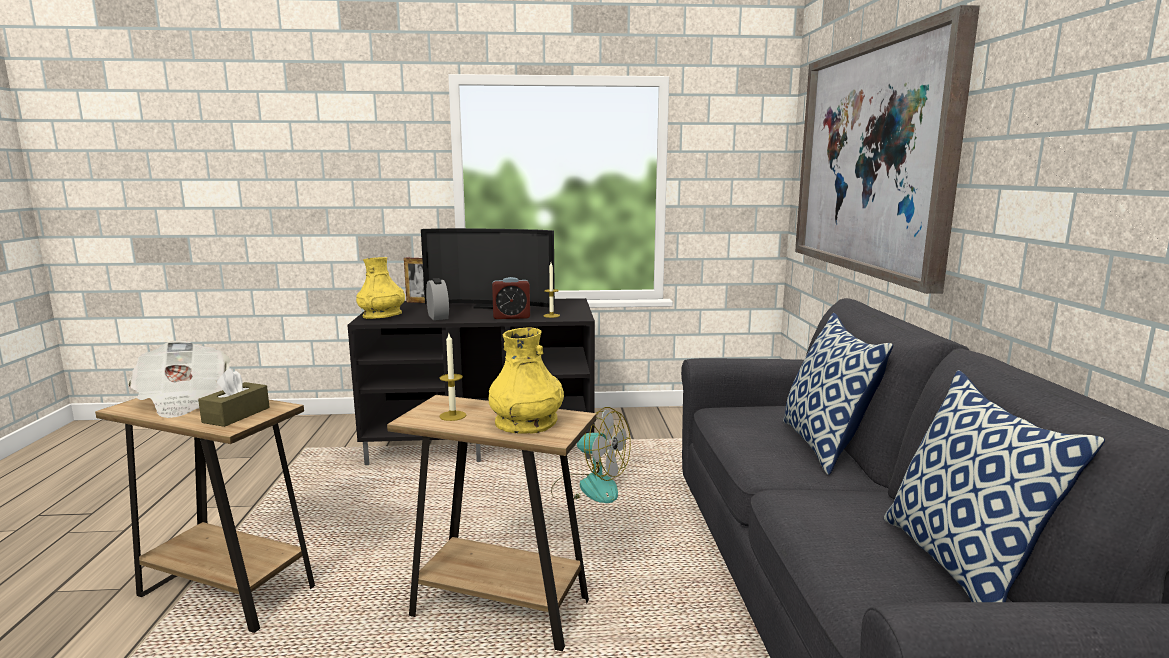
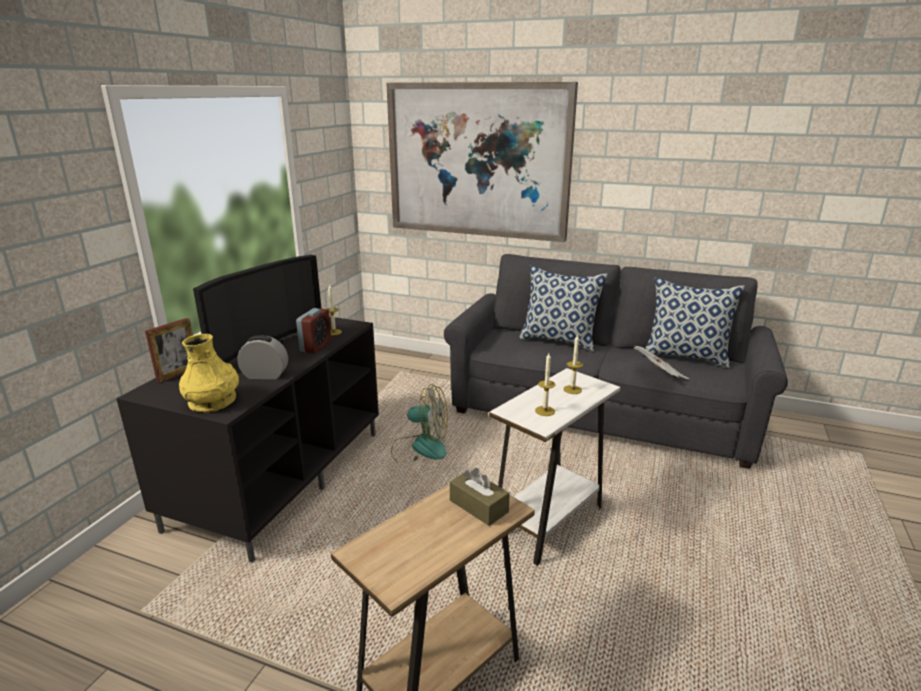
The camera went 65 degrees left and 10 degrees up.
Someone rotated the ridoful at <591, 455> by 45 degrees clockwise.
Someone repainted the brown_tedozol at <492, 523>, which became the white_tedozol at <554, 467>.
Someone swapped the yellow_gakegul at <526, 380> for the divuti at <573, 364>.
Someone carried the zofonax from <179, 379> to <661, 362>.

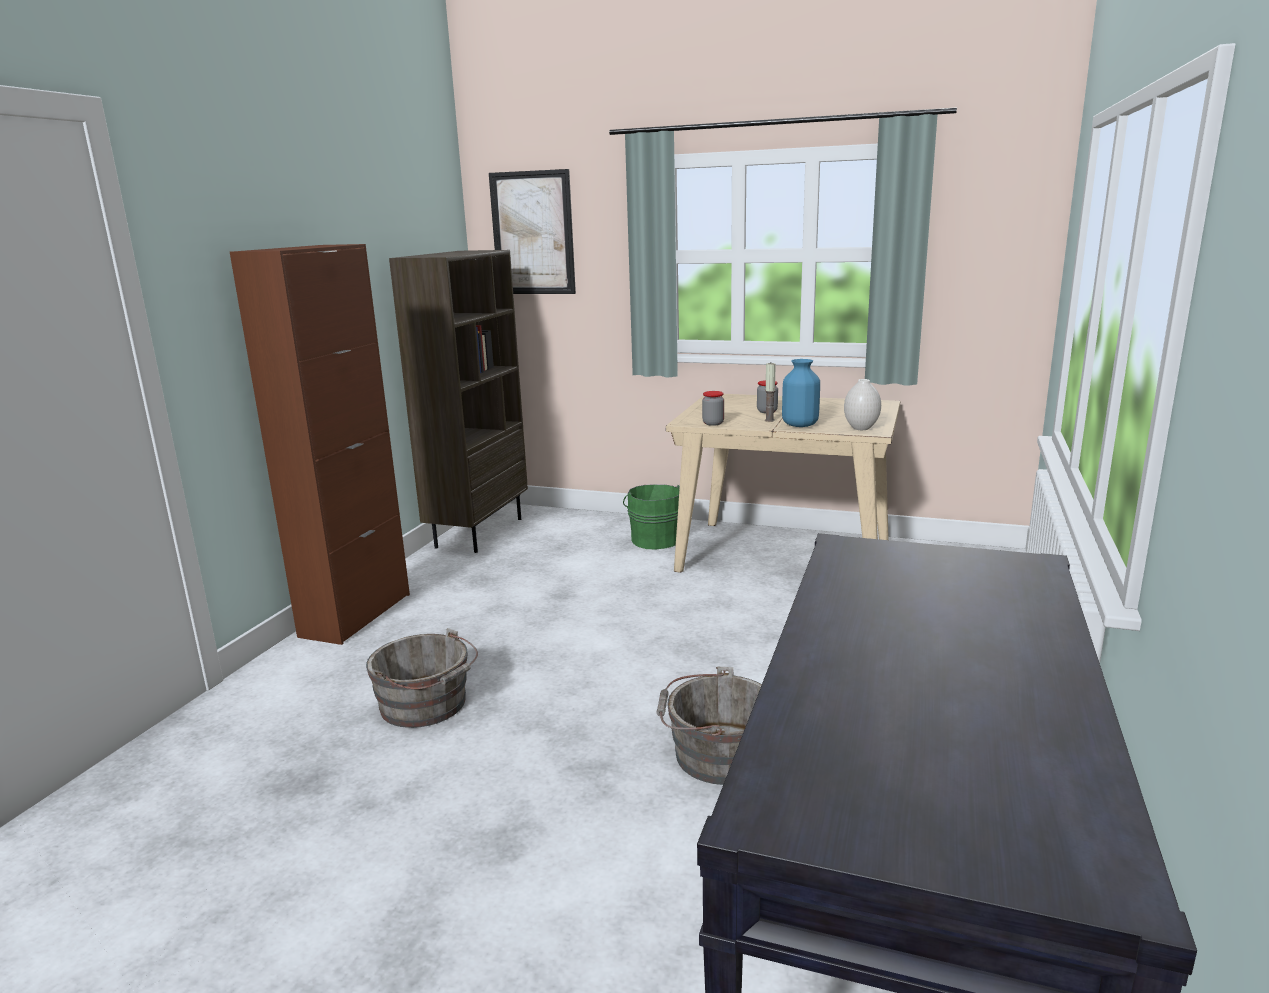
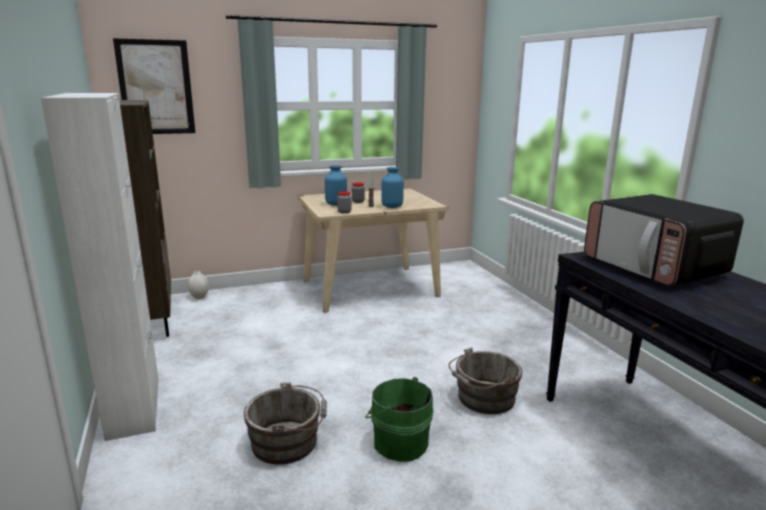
The camera went 40 degrees left and 0 degrees up.
Someone repainted the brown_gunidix at <320, 444>, which became the white_gunidix at <100, 267>.
Someone carried the white_gakegul from <862, 404> to <198, 285>.
Someone put down the blue_gakegul at <336, 185>.
Someone carried the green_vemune from <651, 516> to <399, 419>.
Someone put down the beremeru at <664, 240>.

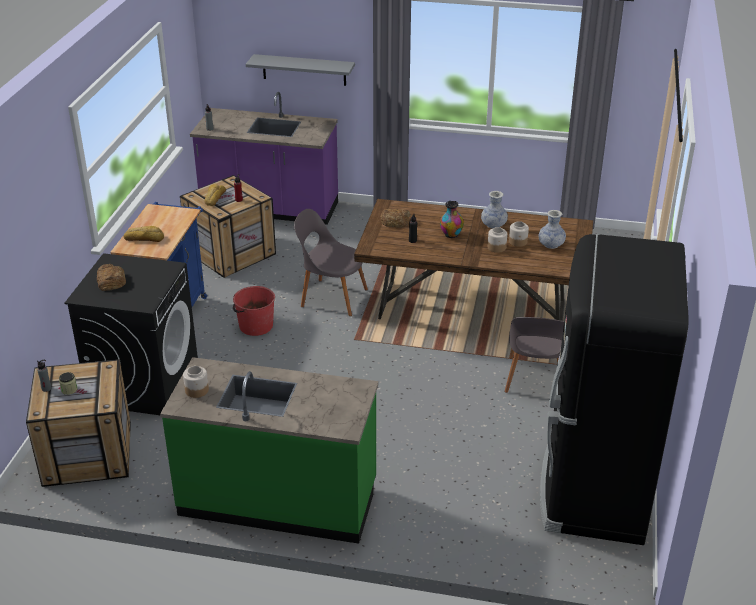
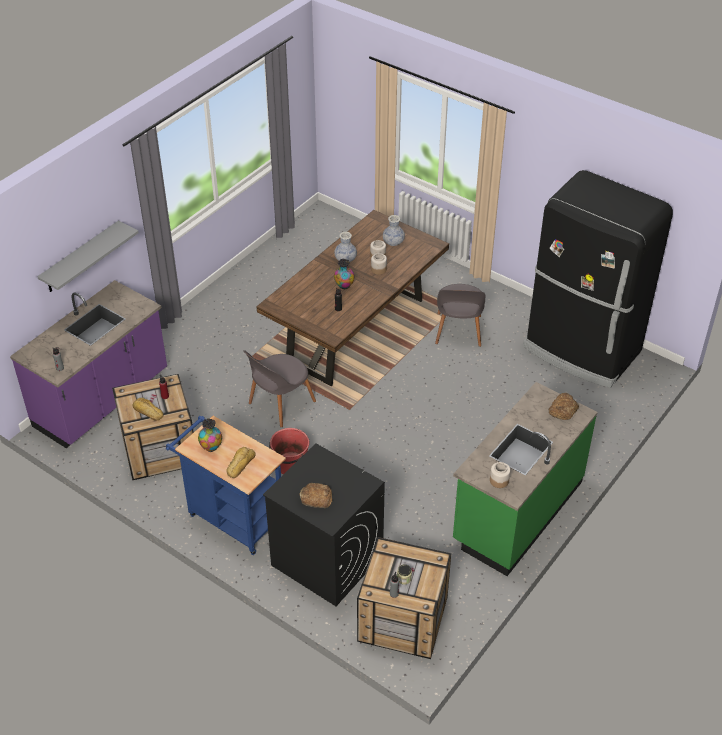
The camera went 65 degrees left and 10 degrees up.
Someone put down the gakegul at <210, 435>.
Someone rotated the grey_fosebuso at <534, 355> by 60 degrees clockwise.
Someone carried the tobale from <395, 218> to <564, 406>.

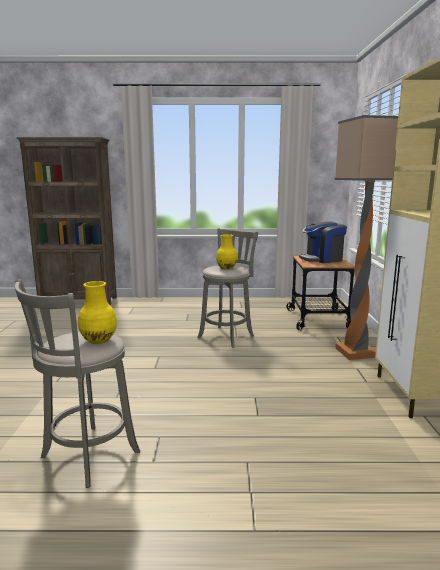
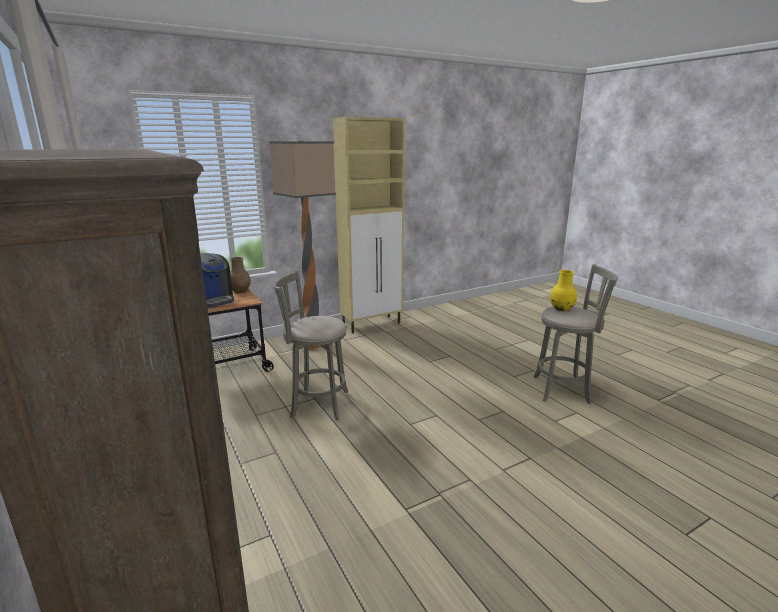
The camera went 120 degrees left and 5 degrees up.
Someone put down the brown_gakegul at <240, 275>.
Someone took away the yellow_gakegul at <227, 251>.

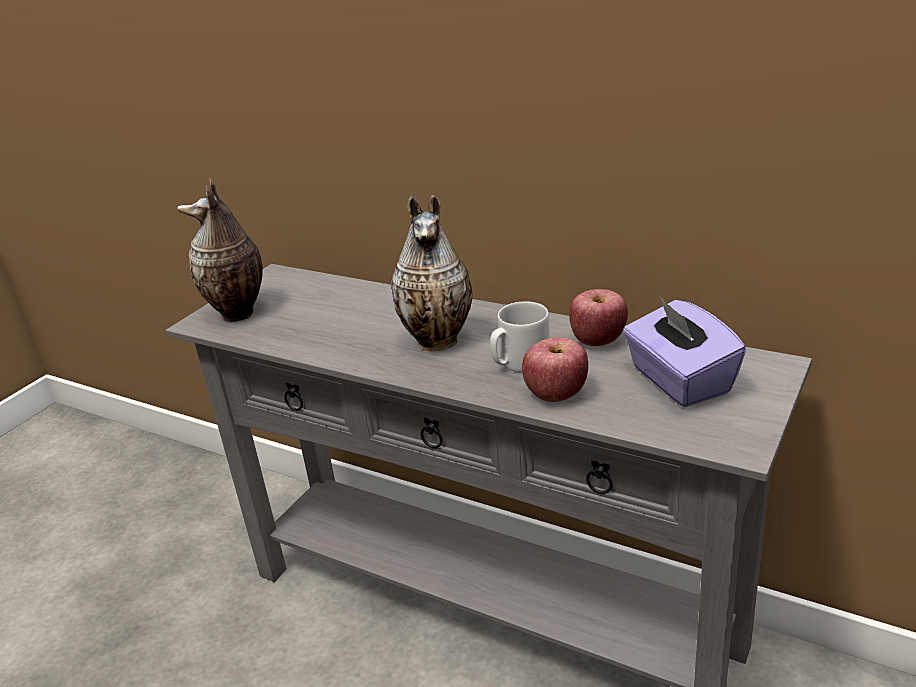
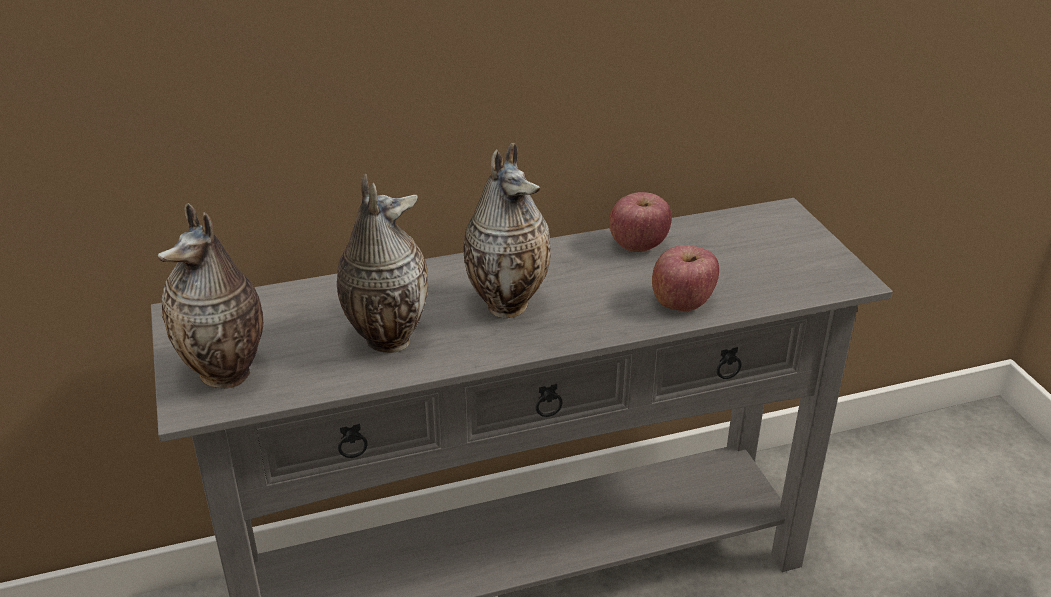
The camera went 50 degrees left and 5 degrees up.
Someone put down the gakegul at <382, 263>.
Someone took away the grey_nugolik at <520, 336>.
Someone took away the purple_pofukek at <684, 352>.

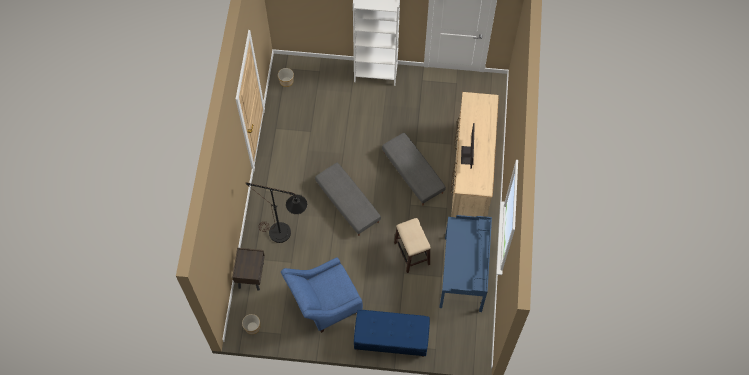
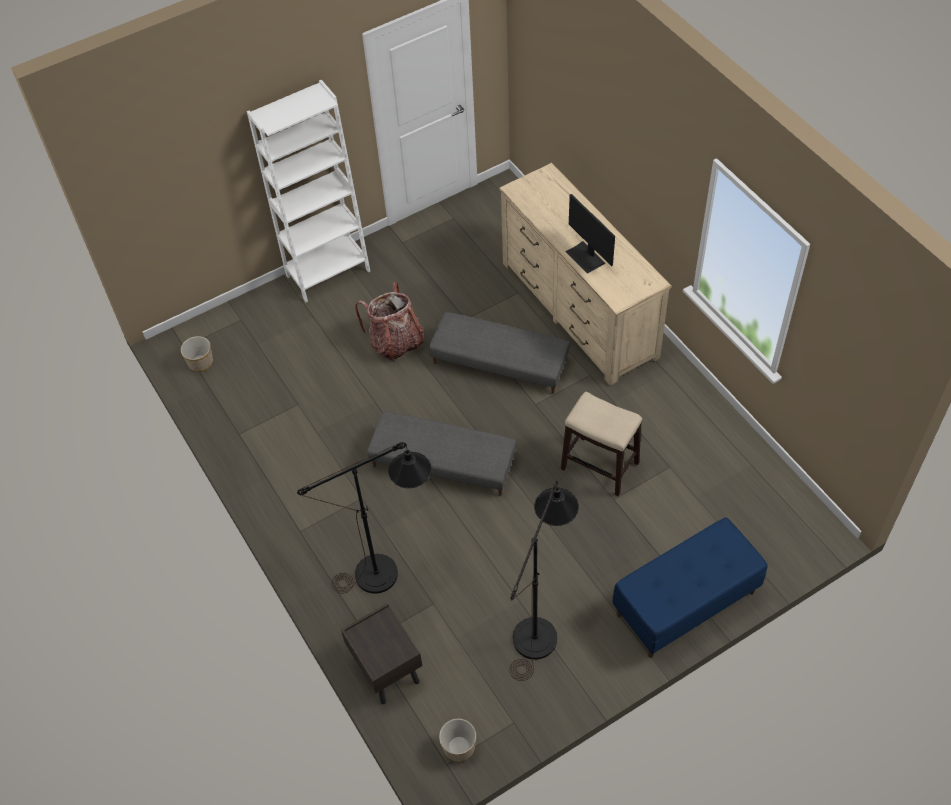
The camera went 35 degrees left and 10 degrees down.
Someone put down the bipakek at <389, 321>.
Someone swapped the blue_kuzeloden at <322, 295> for the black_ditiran at <544, 581>.
Someone took away the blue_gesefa at <465, 263>.

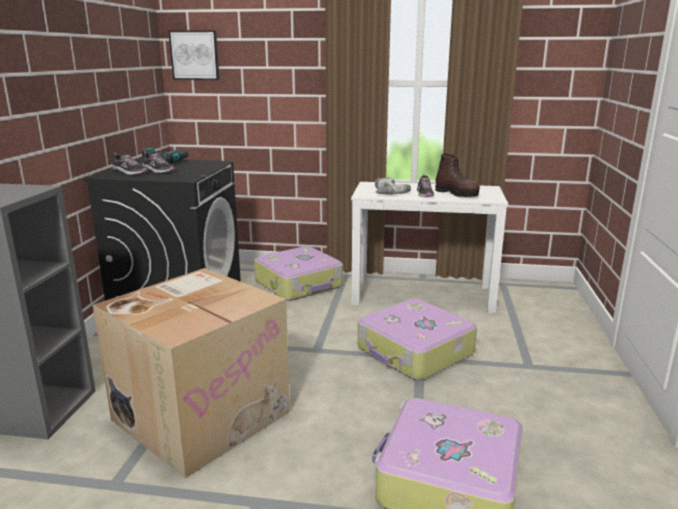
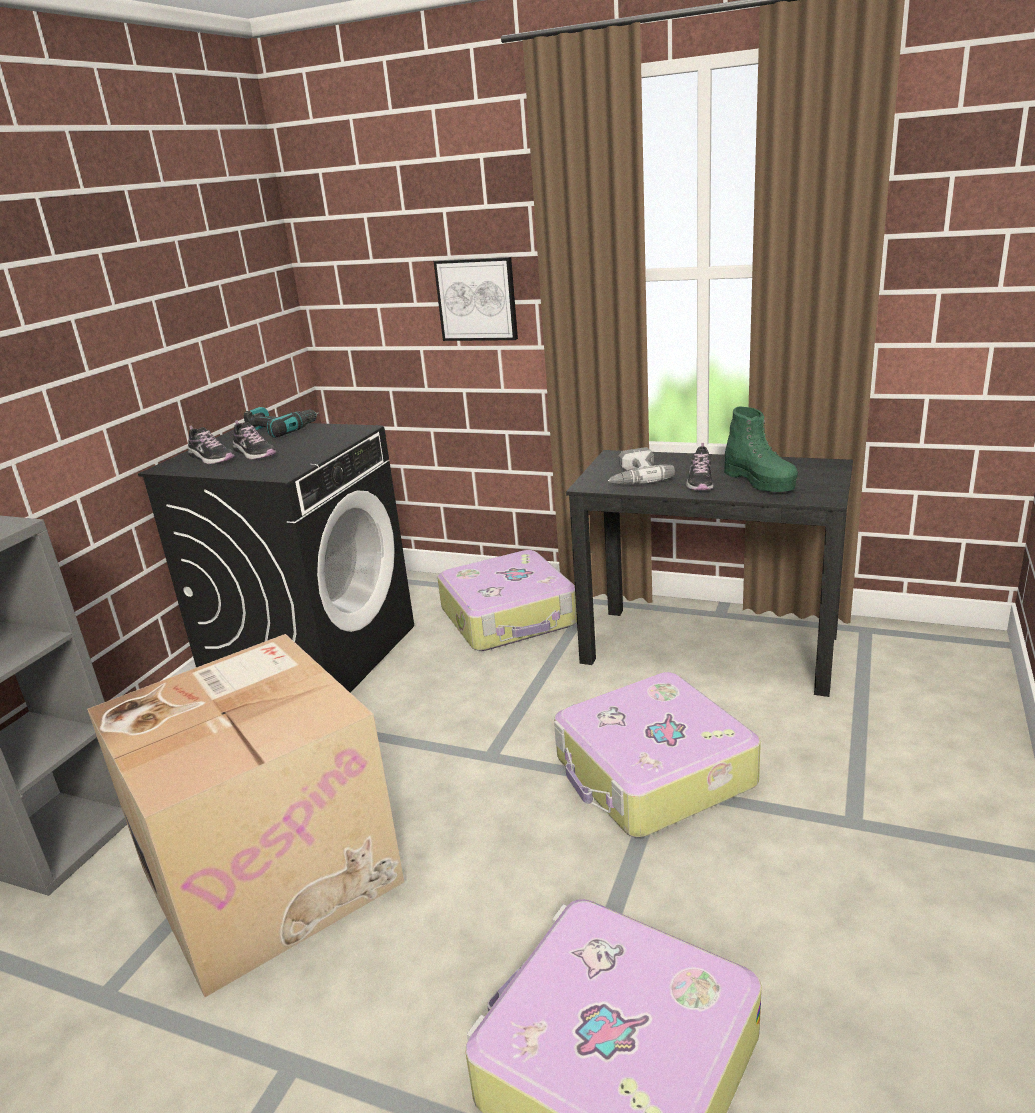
The camera went 15 degrees right and 5 degrees up.
Someone carried the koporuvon from <194, 55> to <476, 299>.
Someone repainted the white_gesefa at <429, 248>, which became the black_gesefa at <709, 573>.
Someone repainted the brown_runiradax at <457, 175>, which became the green_runiradax at <761, 449>.

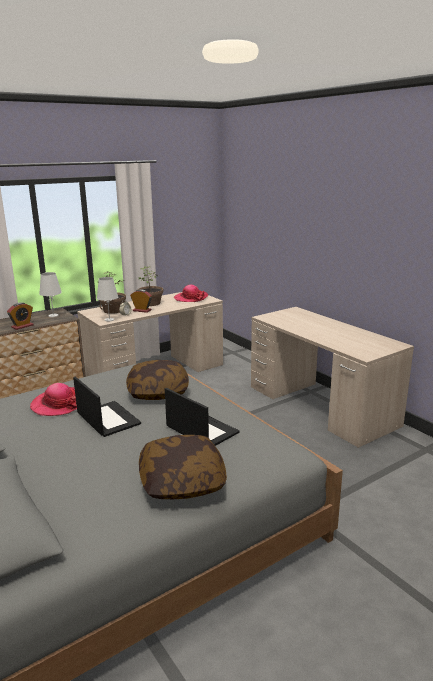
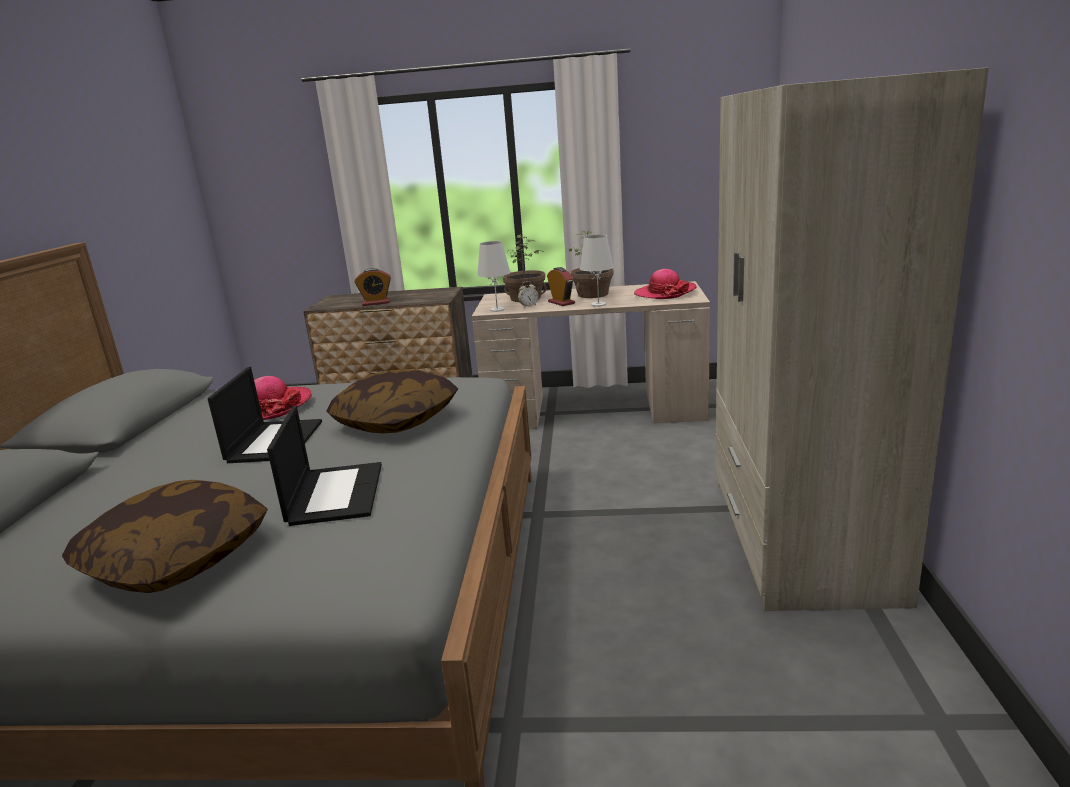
The camera went 40 degrees right and 0 degrees up.
Someone carried the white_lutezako from <50, 294> to <597, 270>.
Someone swapped the beige_gesefa at <332, 377> for the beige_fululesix at <852, 339>.

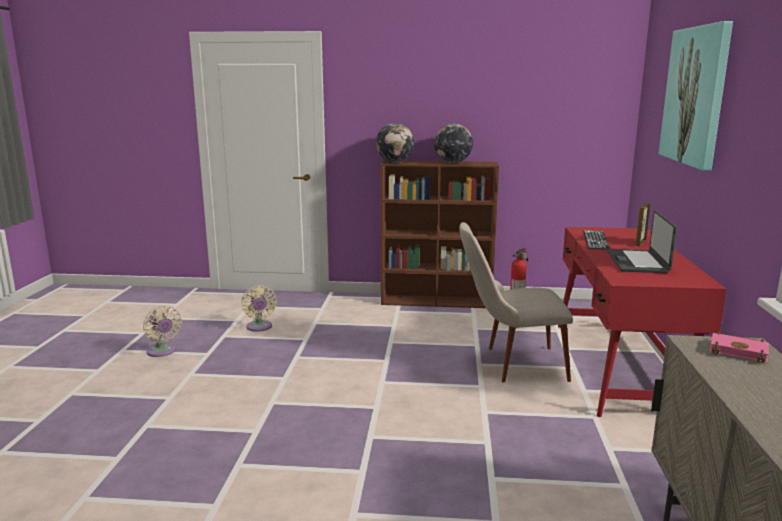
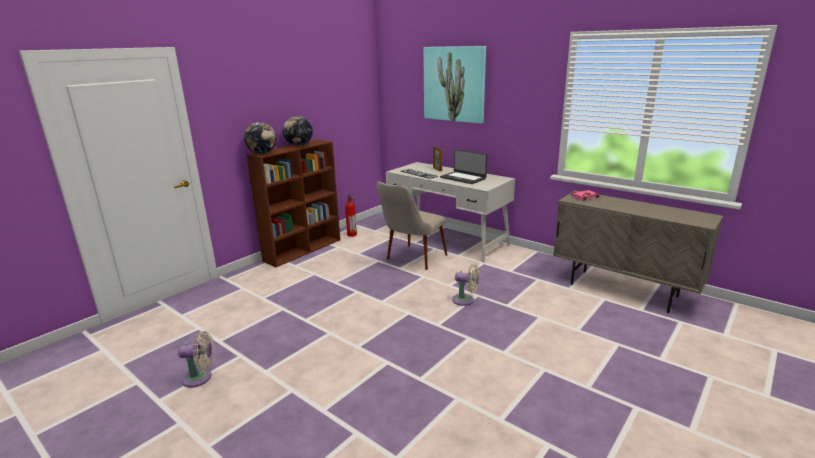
The camera went 55 degrees left and 5 degrees up.
Someone repainted the red_gesefa at <642, 322>, which became the white_gesefa at <450, 212>.
Someone carried the beige_ridoful from <259, 308> to <465, 285>.

